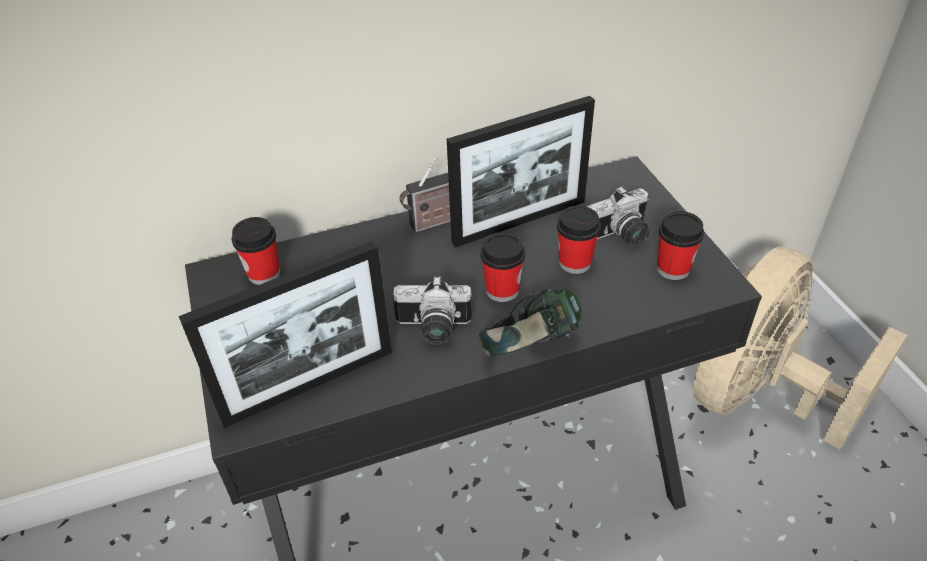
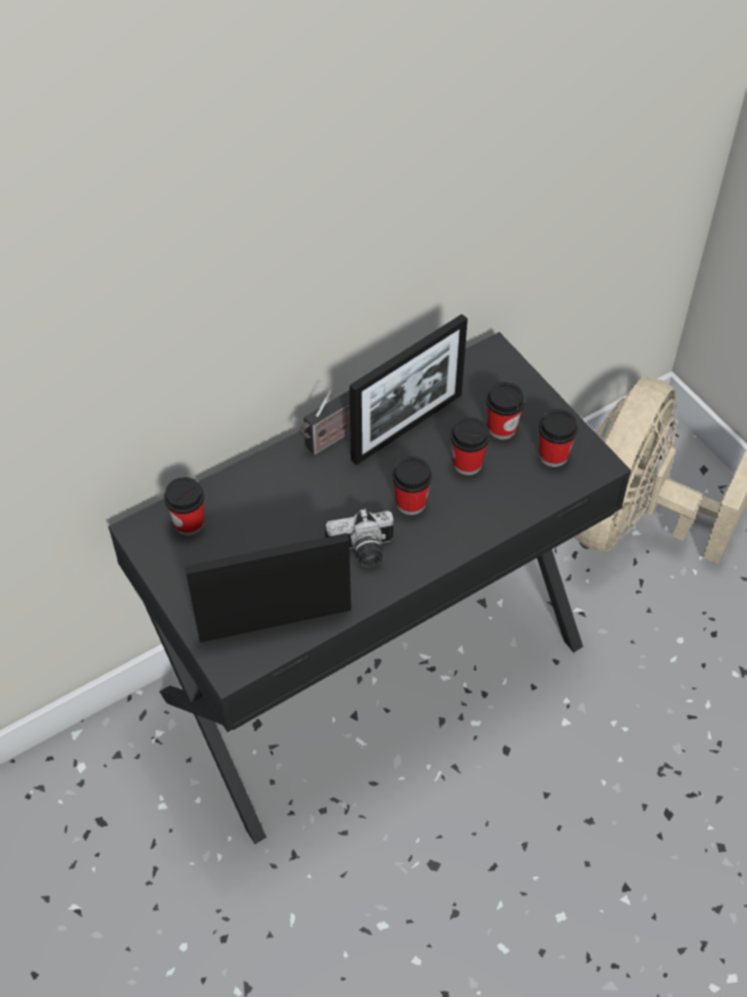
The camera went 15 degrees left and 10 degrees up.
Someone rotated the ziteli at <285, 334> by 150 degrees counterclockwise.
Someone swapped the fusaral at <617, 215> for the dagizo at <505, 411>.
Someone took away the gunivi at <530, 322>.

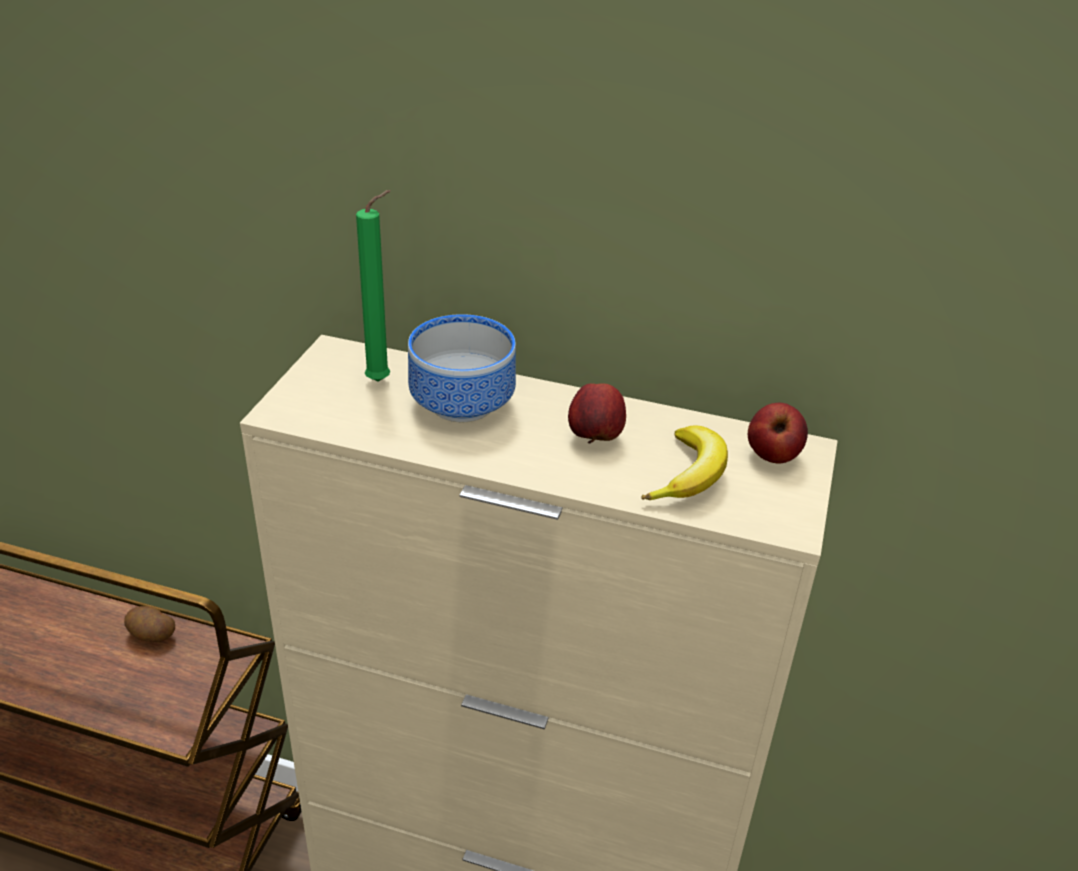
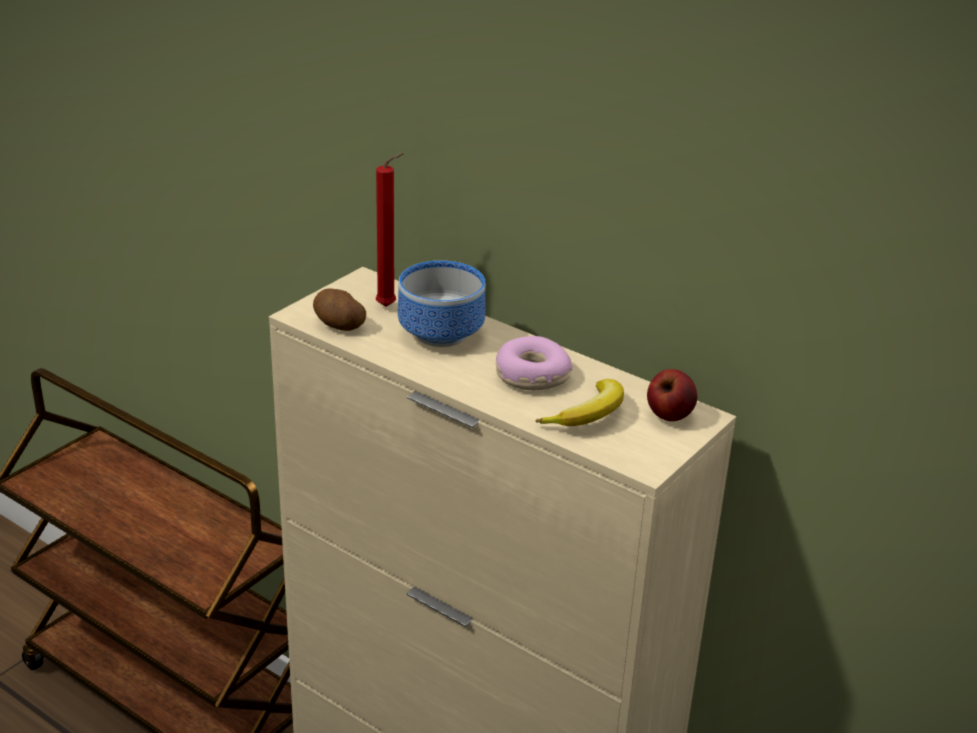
The camera went 20 degrees right and 5 degrees down.
Someone carried the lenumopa from <149, 624> to <339, 309>.
Someone repainted the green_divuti at <373, 286>, which became the red_divuti at <389, 230>.
Someone swapped the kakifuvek at <597, 413> for the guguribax at <534, 363>.

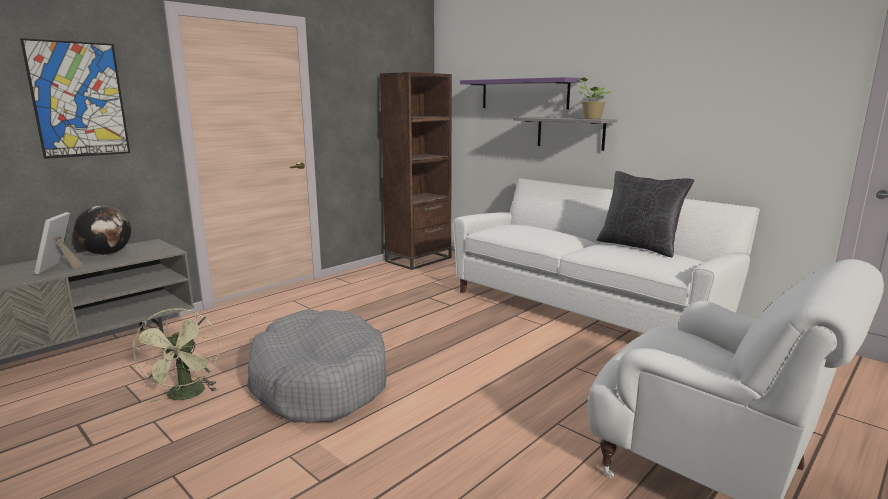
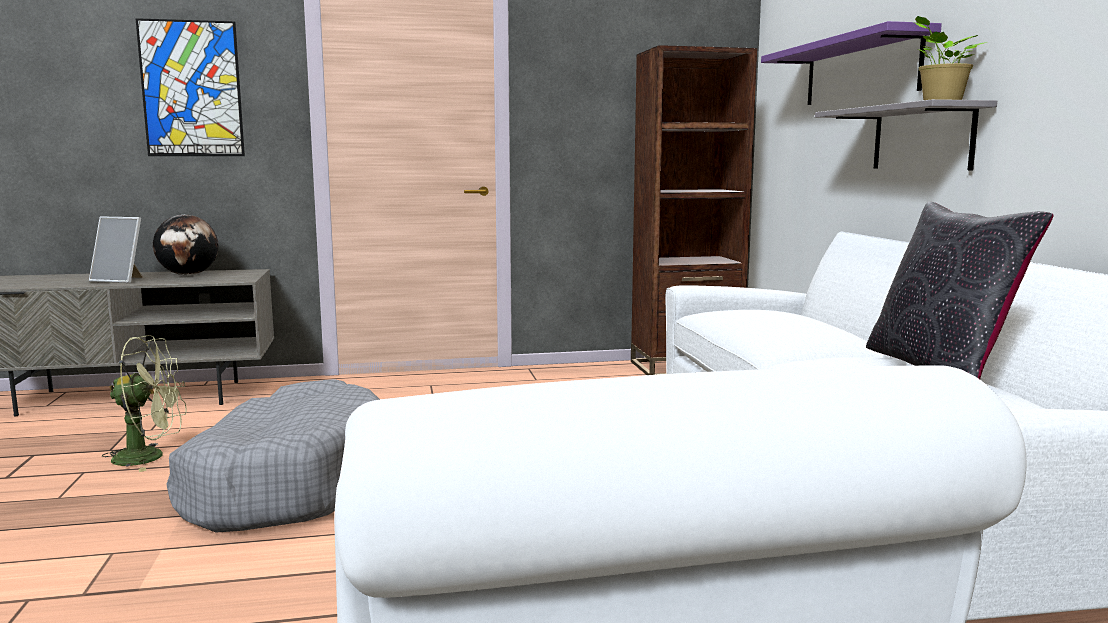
The camera went 35 degrees right and 5 degrees down.
Someone rotated the ziteli at <58, 243> by 105 degrees counterclockwise.
Someone rotated the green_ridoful at <175, 355> by 120 degrees counterclockwise.

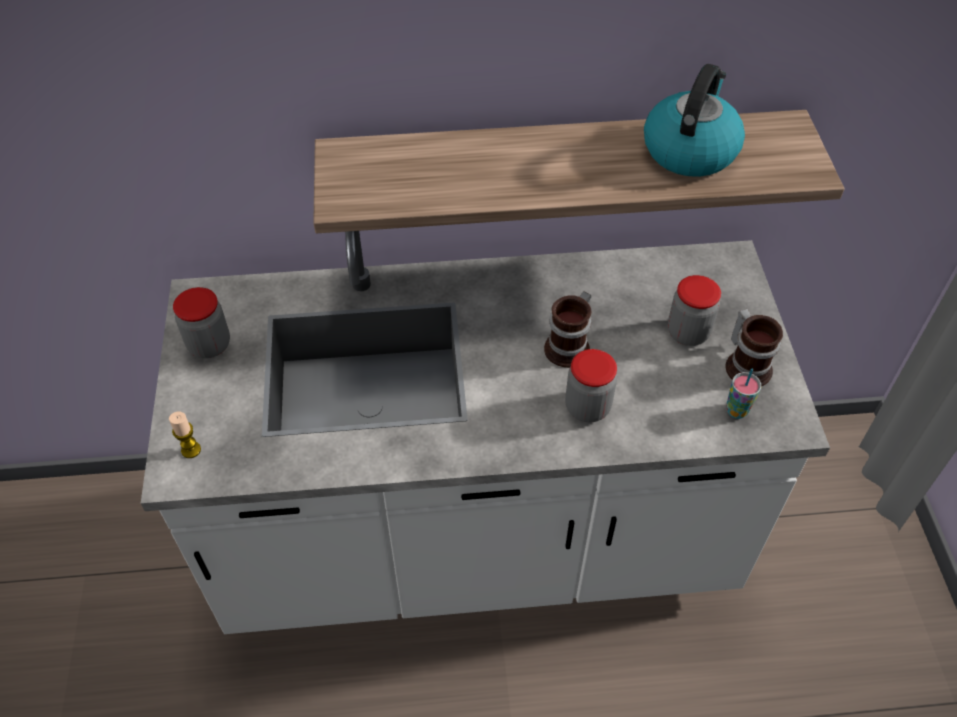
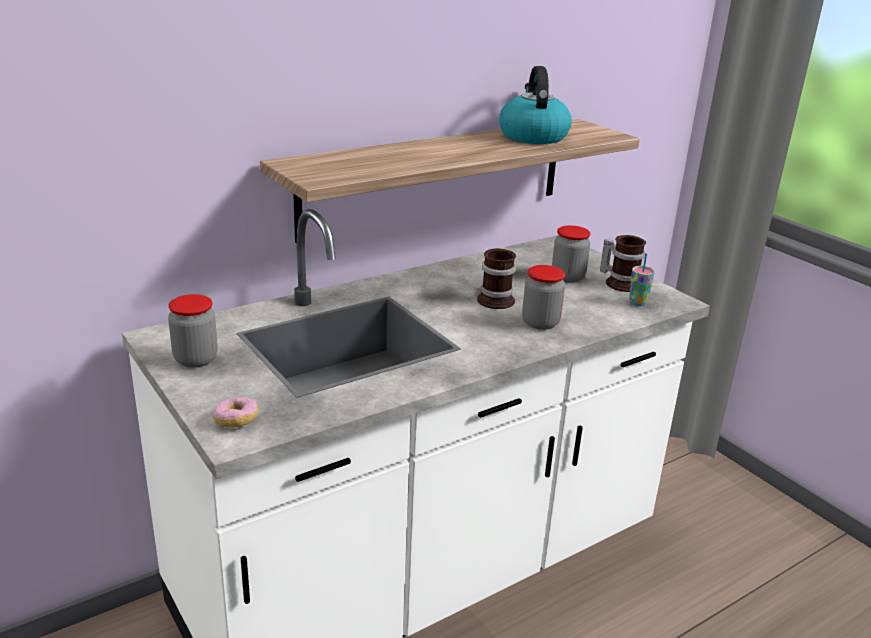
The camera went 30 degrees left and 25 degrees down.
Someone swapped the divuti at <185, 435> for the guguribax at <235, 412>.

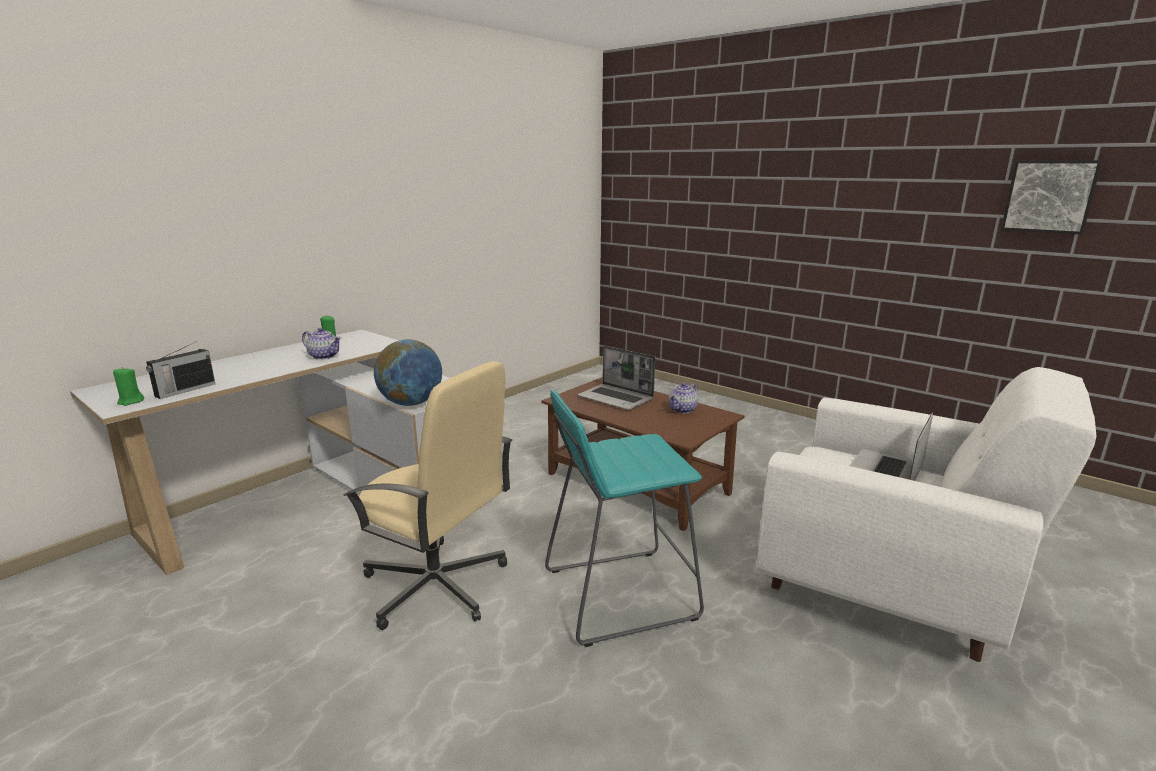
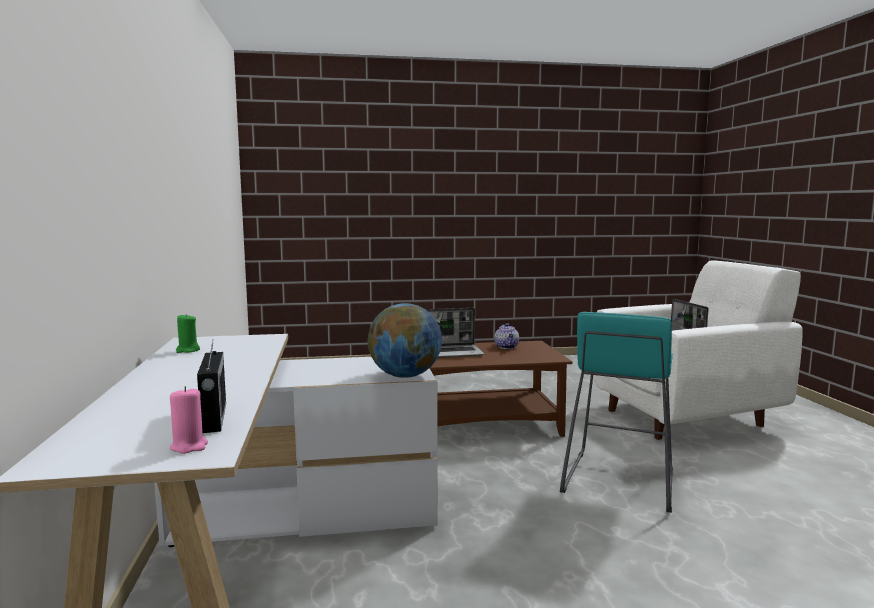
The camera went 50 degrees left and 10 degrees down.
Someone repainted the green_divuti at <128, 386>, which became the pink_divuti at <189, 420>.
Someone took away the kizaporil at <321, 344>.
Someone took away the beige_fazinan at <427, 495>.
Someone took away the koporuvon at <1051, 197>.

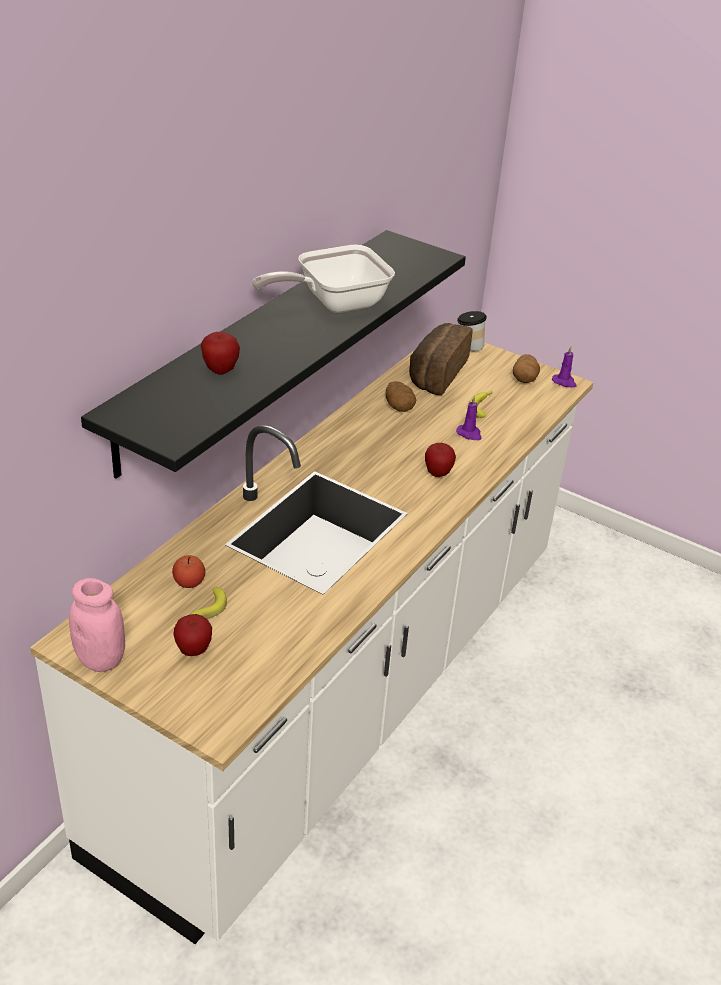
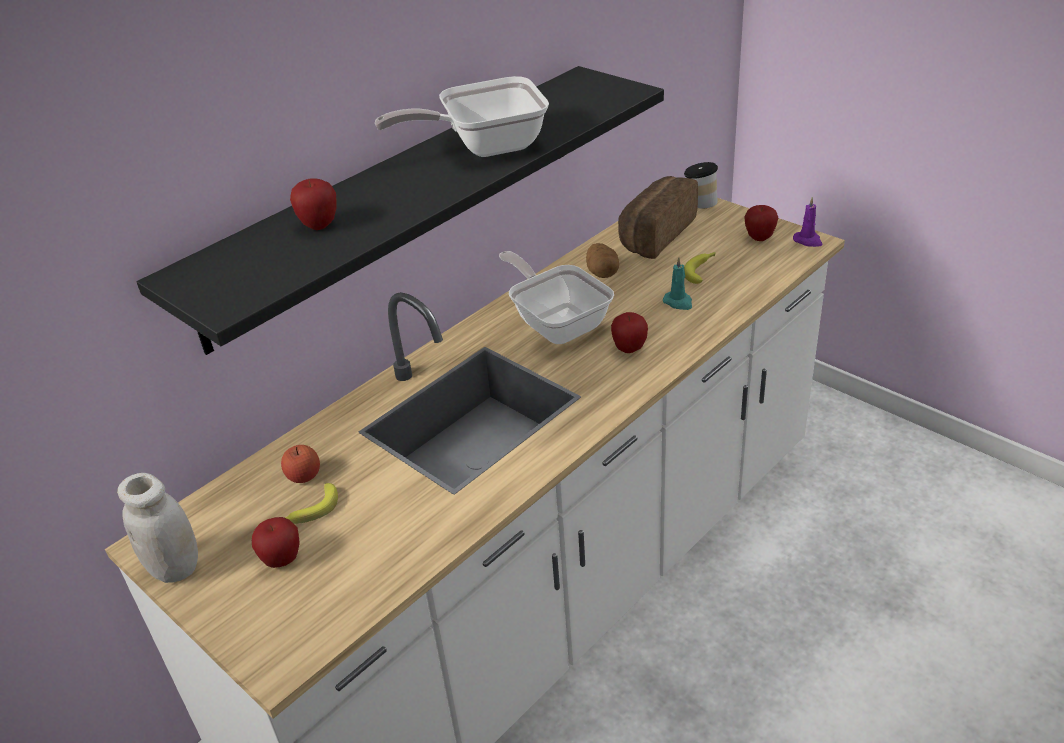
The camera went 15 degrees right and 0 degrees up.
Someone repainted the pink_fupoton at <97, 625>, which became the white_fupoton at <157, 528>.
Someone put down the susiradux at <556, 297>.
Someone repainted the purple_divuti at <469, 418>, which became the turquoise_divuti at <677, 283>.
Someone swapped the lenumopa at <526, 368> for the kakifuvek at <761, 223>.

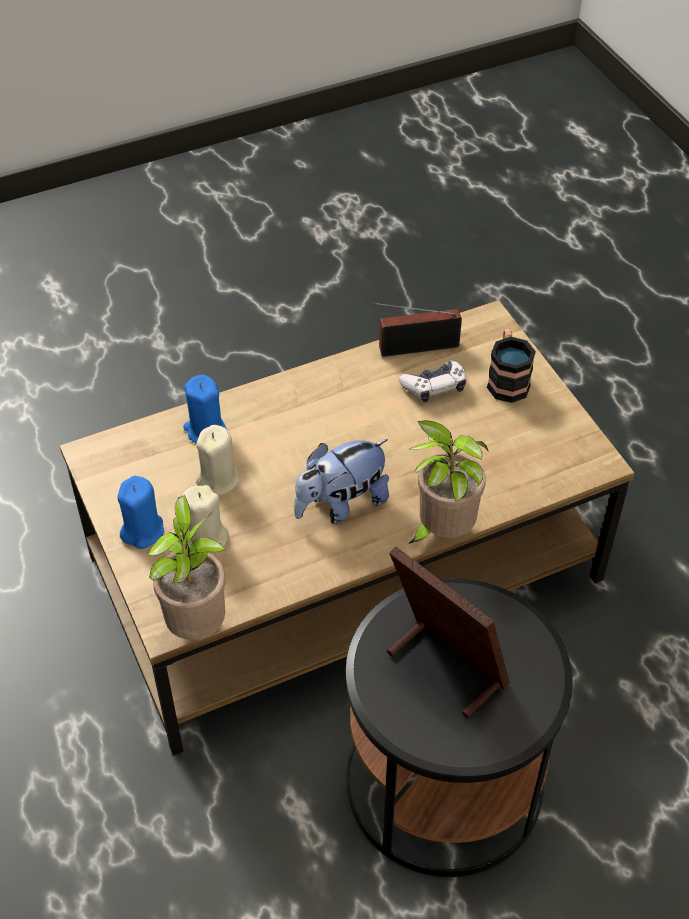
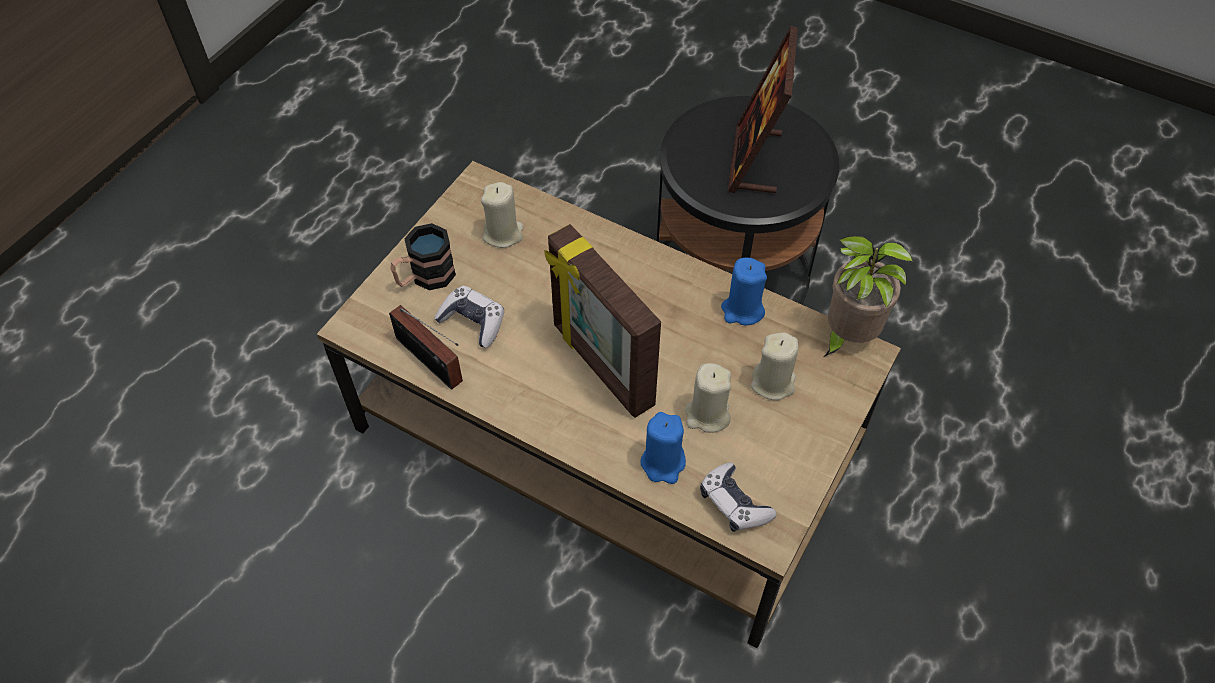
The camera went 125 degrees left and 5 degrees up.
Someone put down the beige_divuti at <502, 215>.
Someone put down the ziteli at <603, 321>.
Someone put down the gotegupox at <738, 497>.
Someone carried the blue_divuti from <140, 512> to <744, 291>.
Someone took away the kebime at <341, 481>.
Someone took away the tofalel at <448, 482>.

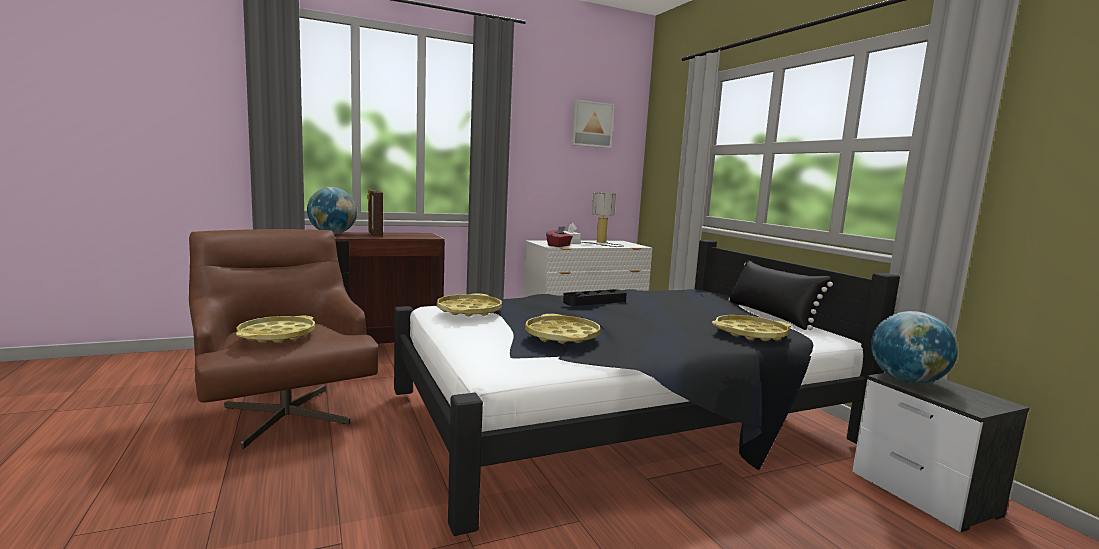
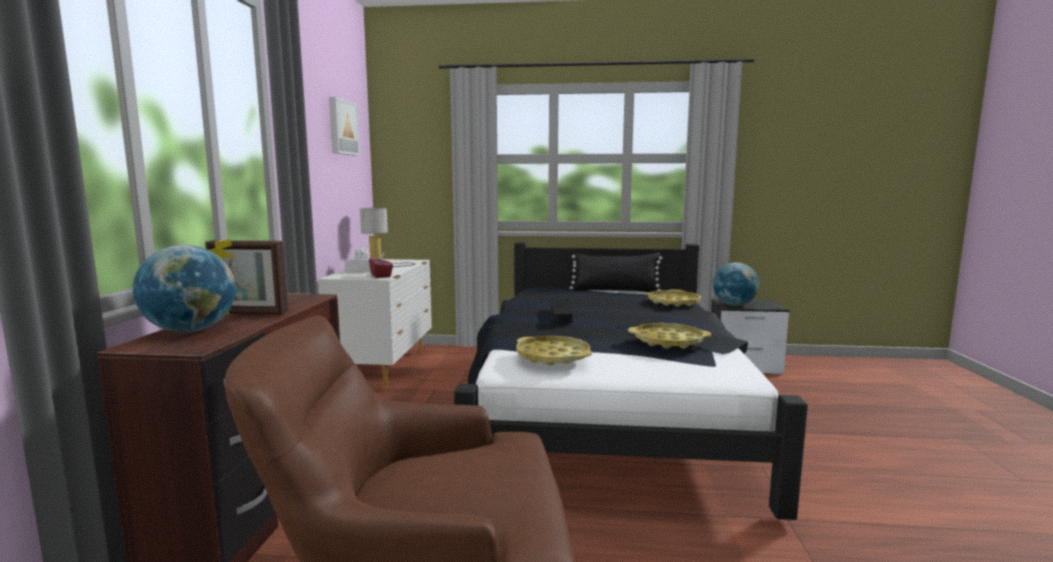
The camera went 60 degrees left and 0 degrees up.
Someone took away the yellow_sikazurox at <275, 329>.

